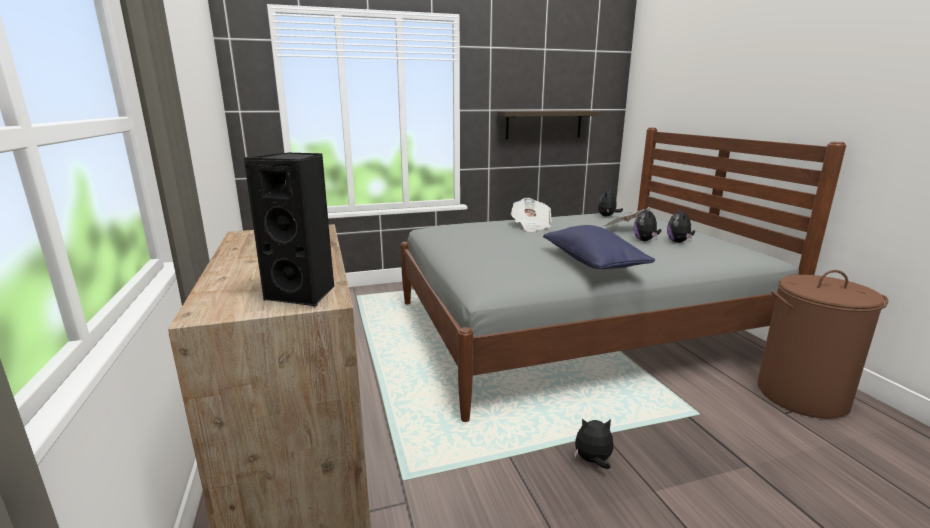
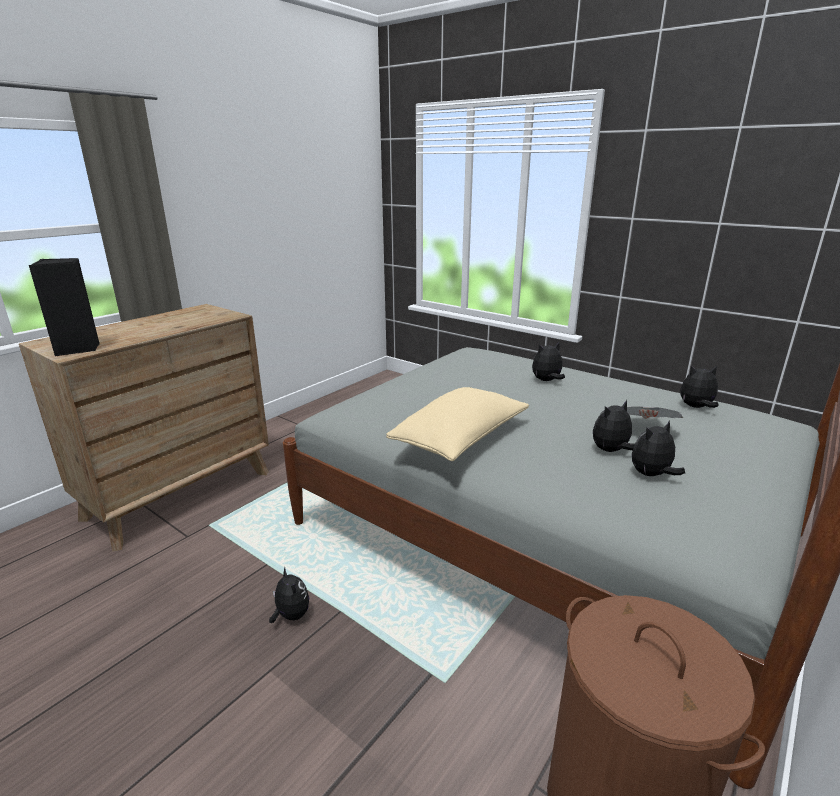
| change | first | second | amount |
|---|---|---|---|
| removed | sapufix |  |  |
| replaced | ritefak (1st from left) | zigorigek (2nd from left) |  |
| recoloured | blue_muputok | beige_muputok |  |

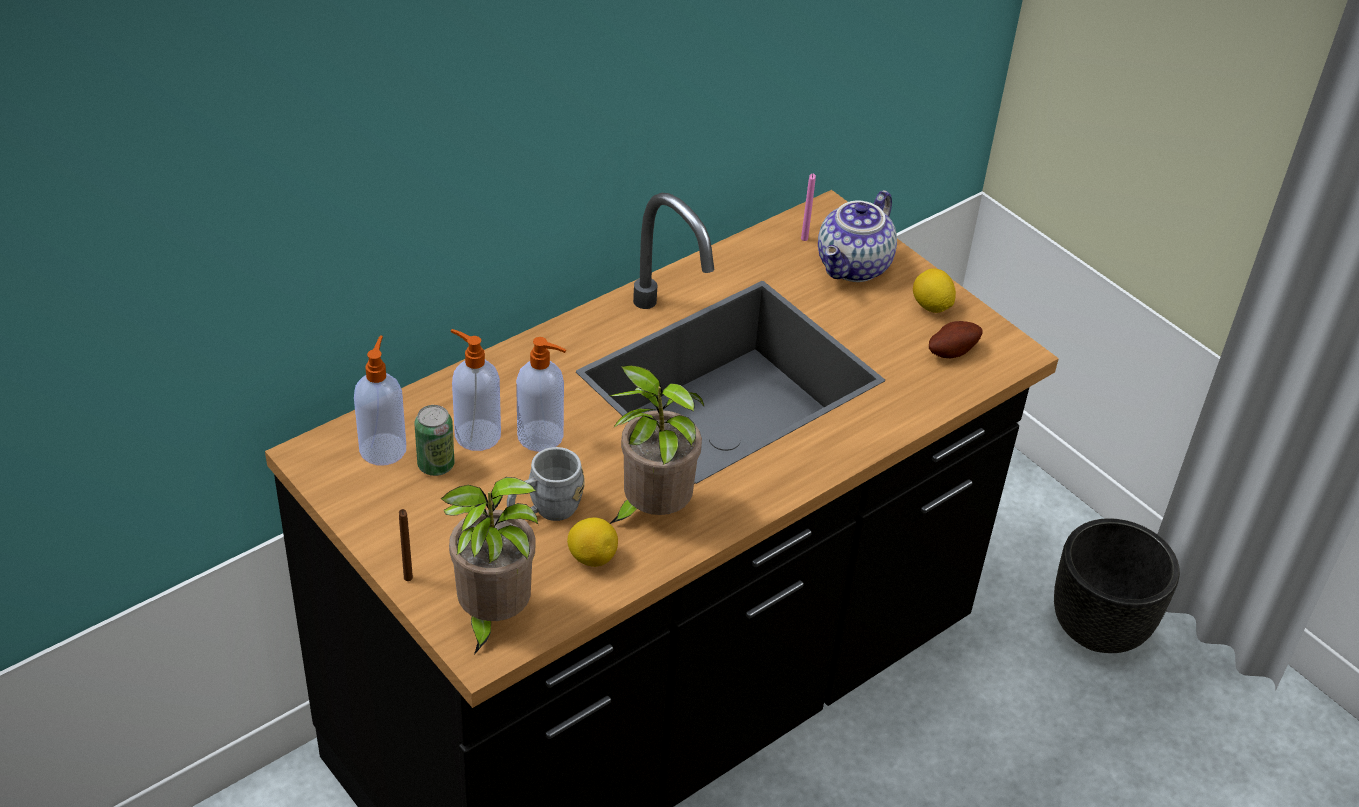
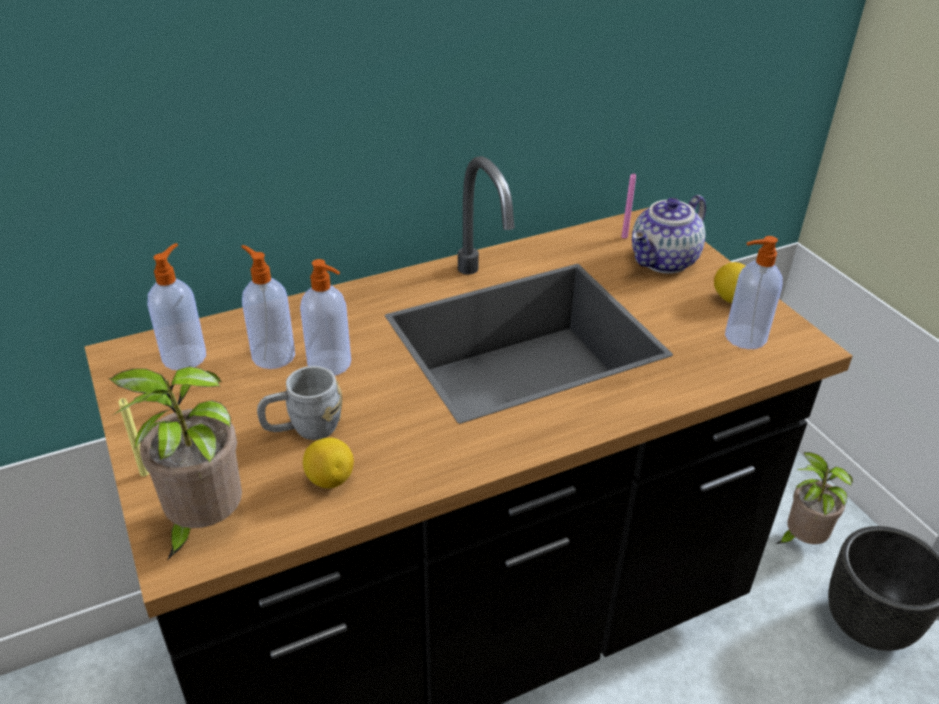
| change | first | second | amount |
|---|---|---|---|
| replaced | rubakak | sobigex (4th from left) |  |
| moved | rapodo (2nd from left) |  |  |
| removed | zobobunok |  |  |
| recoloured | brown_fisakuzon | yellow_fisakuzon |  |

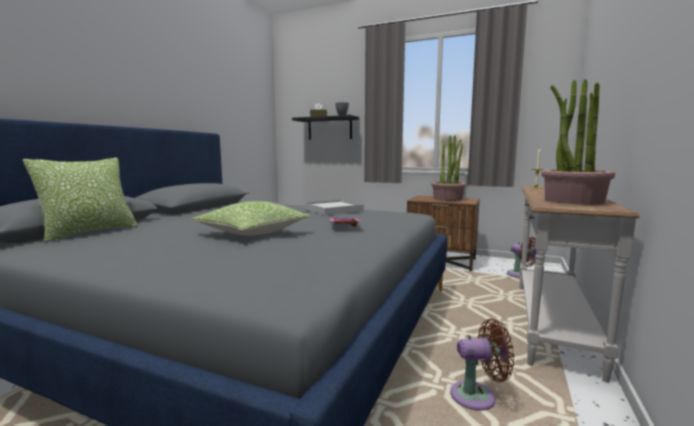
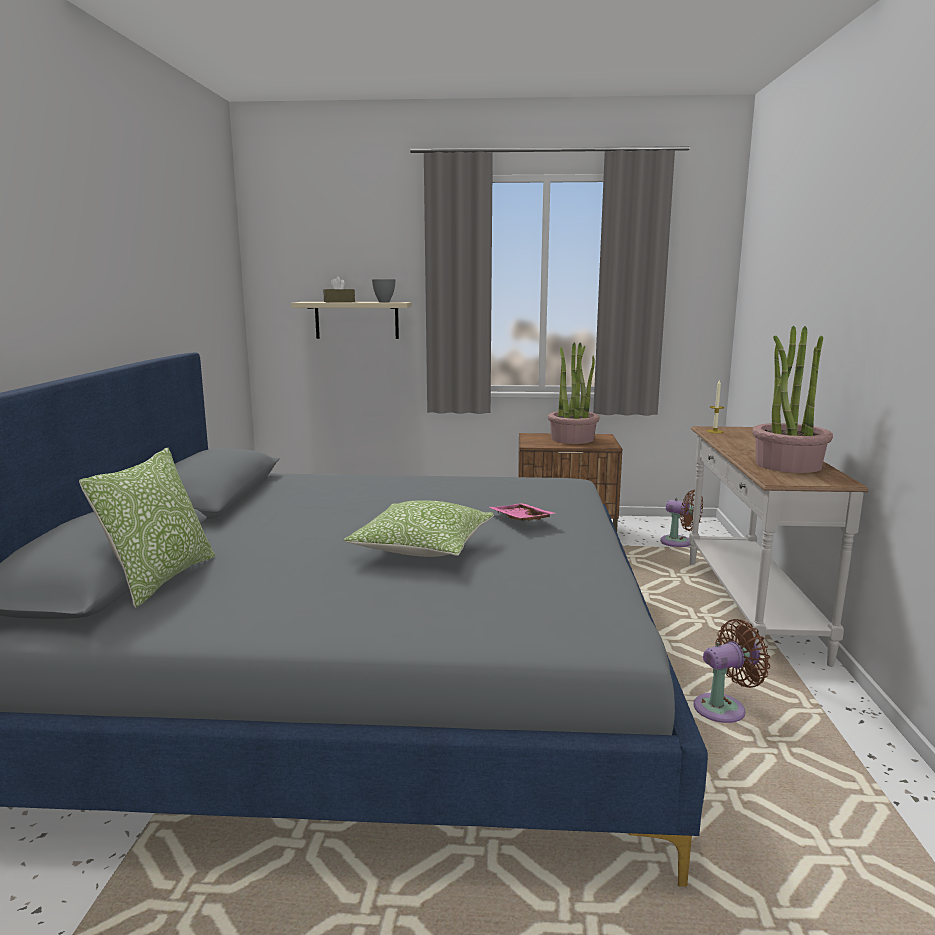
| change | first | second | amount |
|---|---|---|---|
| recoloured | black_sapufix | beige_sapufix |  |
| removed | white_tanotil |  |  |

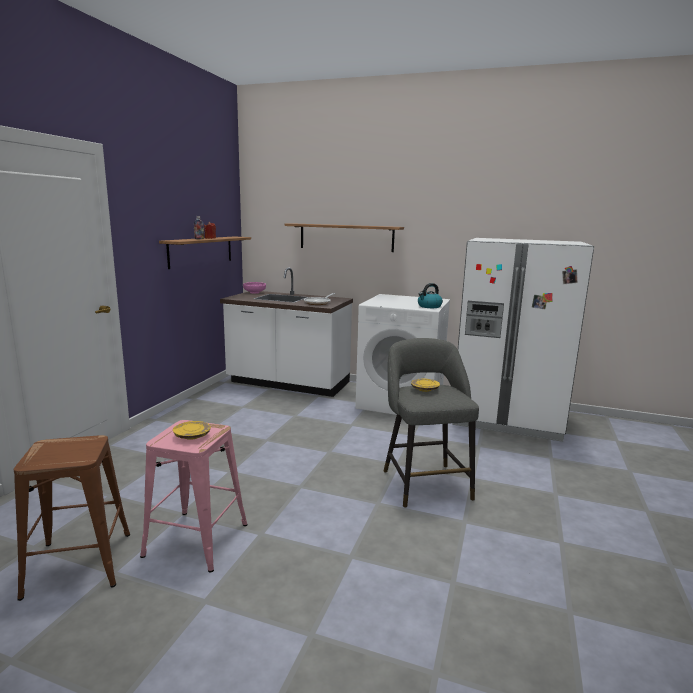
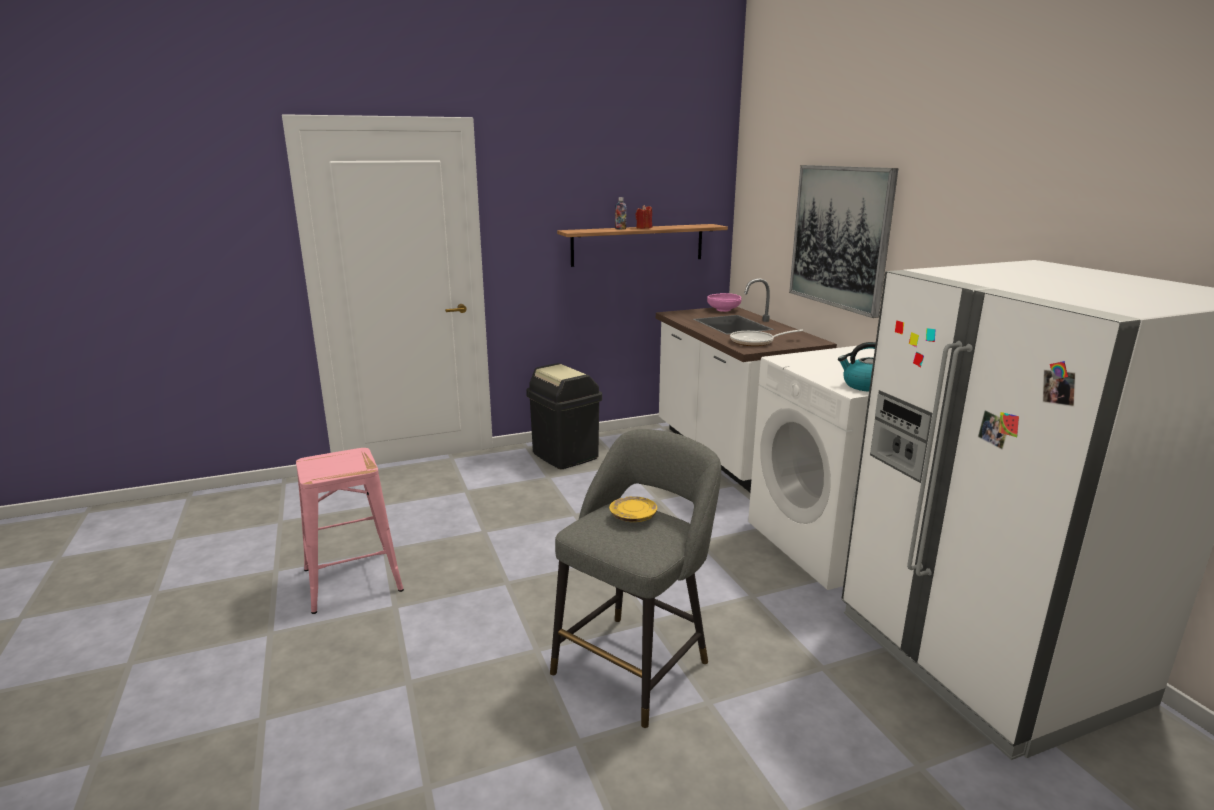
| change | first | second | amount |
|---|---|---|---|
| replaced | sapufix (2nd from left) | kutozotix |  |
| removed | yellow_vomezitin (1st from left) |  |  |
| removed | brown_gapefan |  |  |
| added |  | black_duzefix |  |

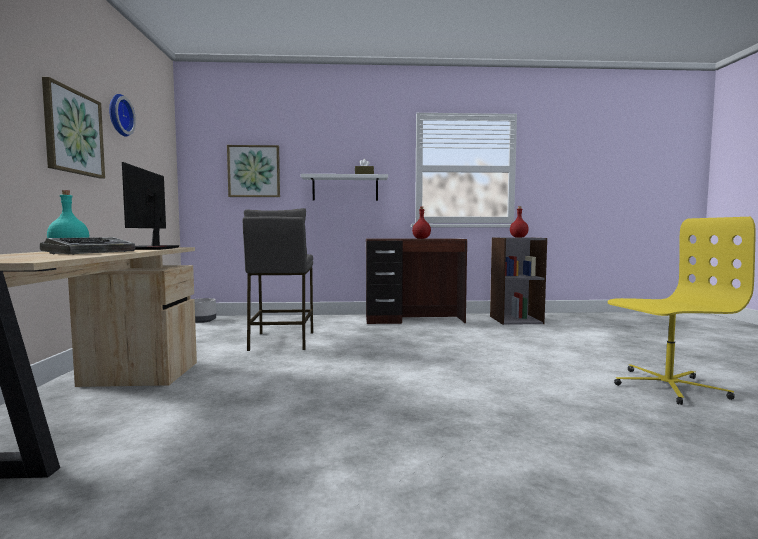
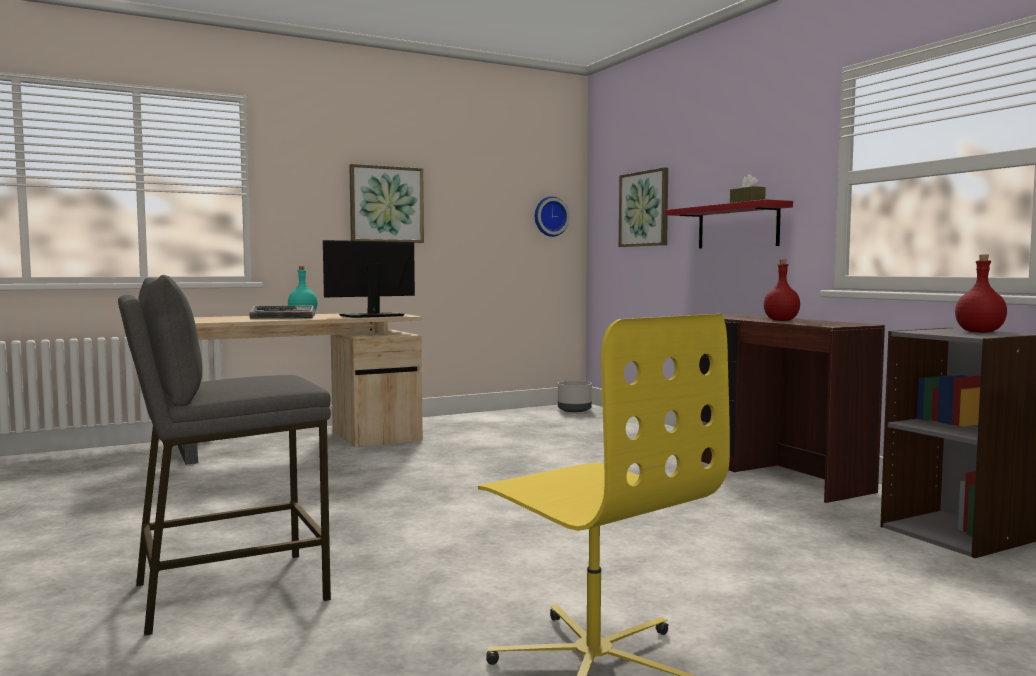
| change | first | second | amount |
|---|---|---|---|
| moved | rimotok |  |  |
| recoloured | white_sapufix | red_sapufix |  |
| moved | grey_gapefan |  |  |

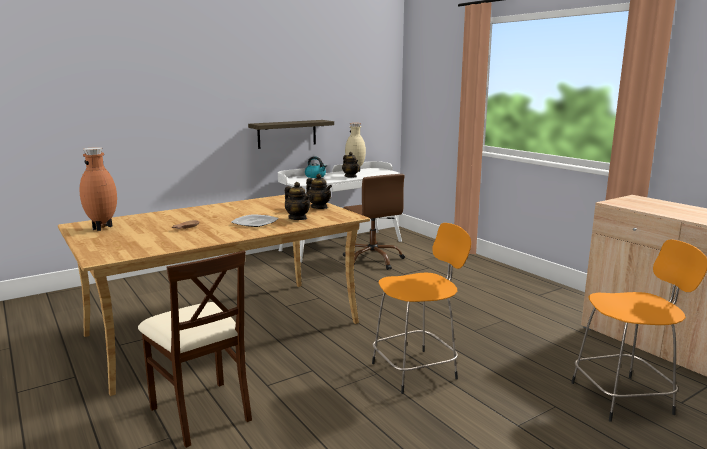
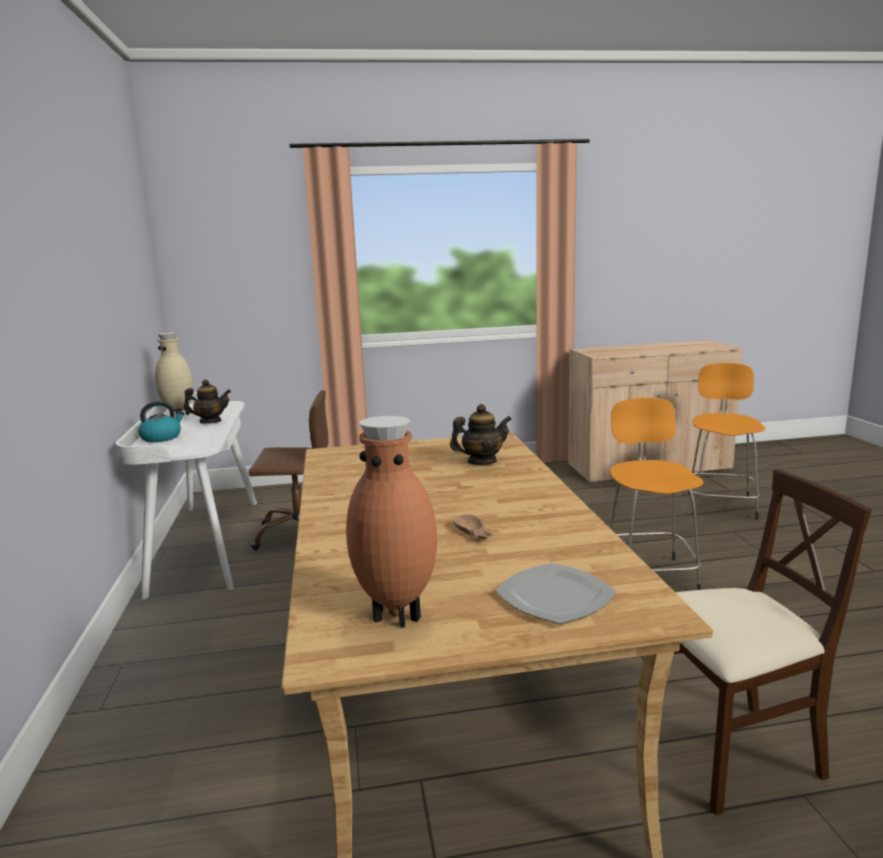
| change | first | second | amount |
|---|---|---|---|
| removed | sapufix |  |  |
| removed | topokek (2nd from left) |  |  |
| moved | vomezitin |  |  |

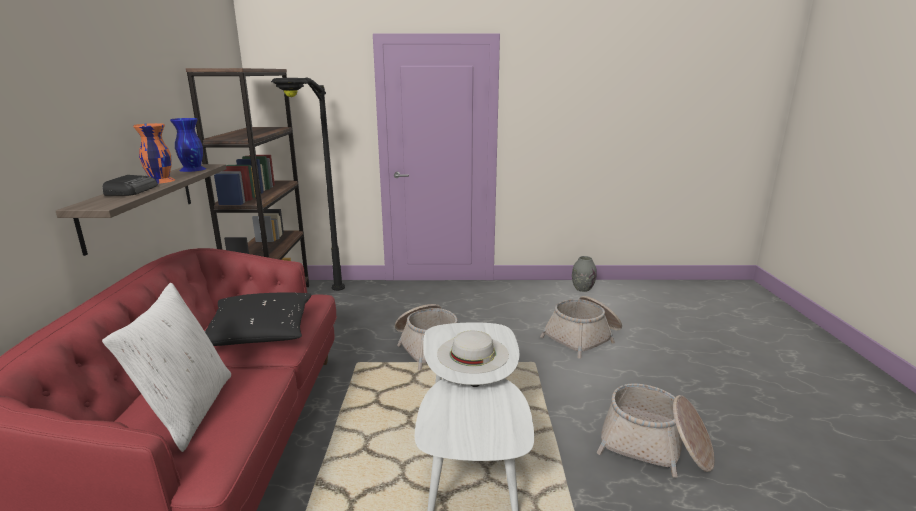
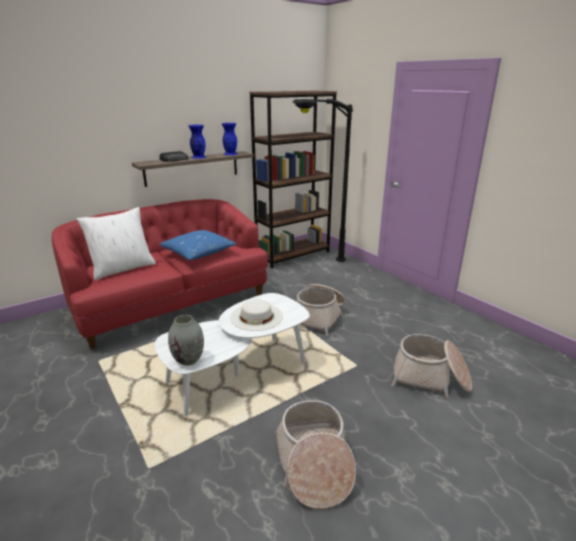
| change | first | second | amount |
|---|---|---|---|
| recoloured | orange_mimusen | blue_mimusen (1st from left) |  |
| moved | grey_mimusen |  |  |
| recoloured | black_muputok | blue_muputok |  |

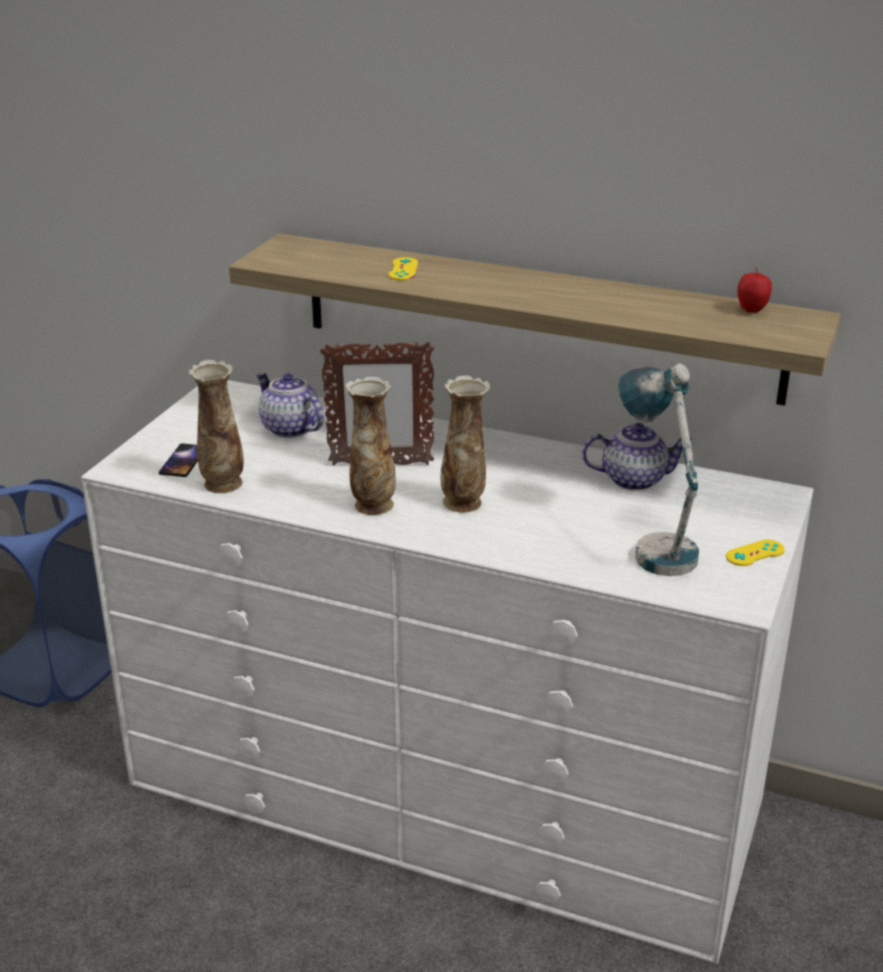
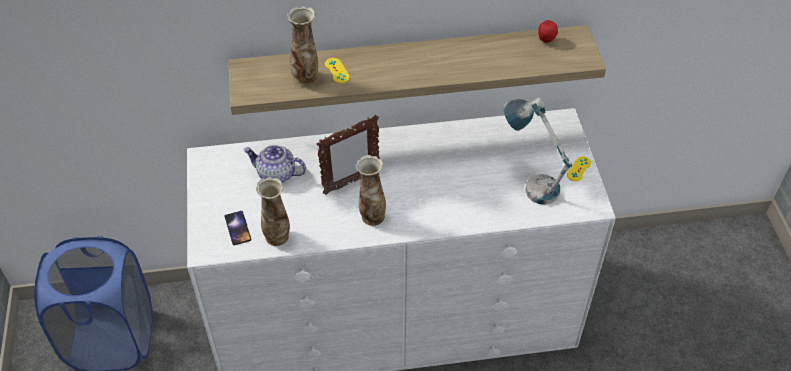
| change | first | second | amount |
|---|---|---|---|
| moved | mimusen (3rd from left in the first image) | mimusen (2nd from left) |  |
| removed | topokek (2nd from left) |  |  |

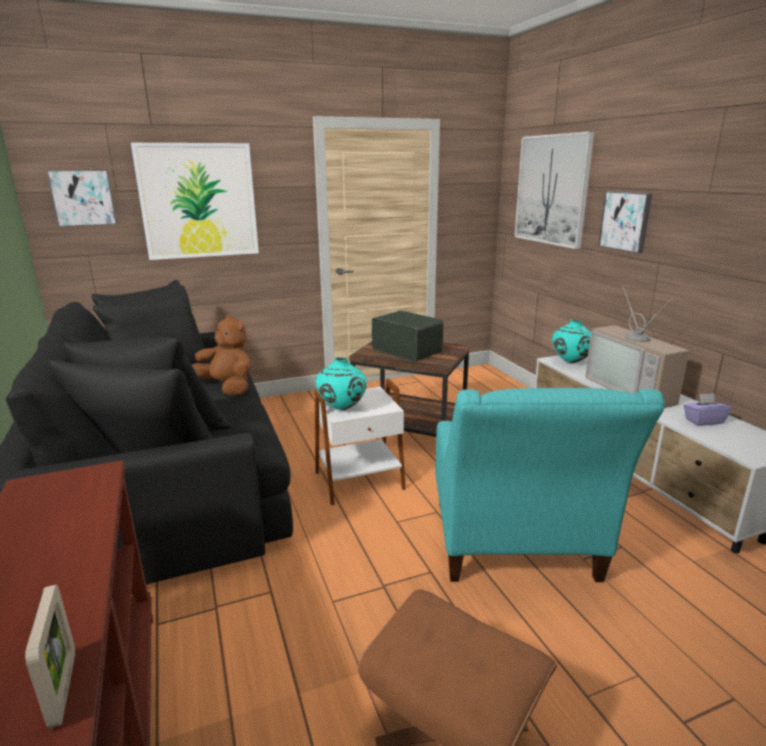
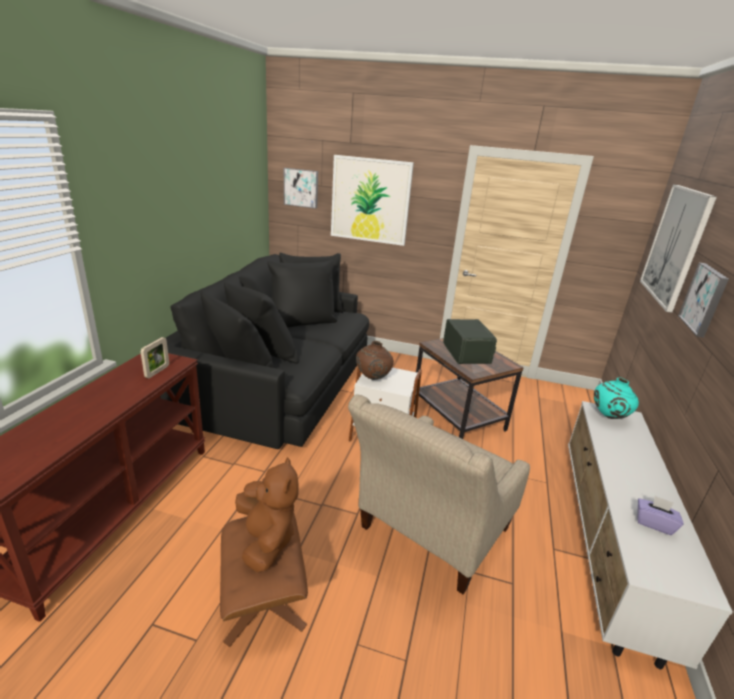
| change | first | second | amount |
|---|---|---|---|
| removed | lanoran |  |  |
| moved | brown_zigorigek |  |  |
| recoloured | turquoise_mimusen (1st from left) | brown_mimusen |  |
| recoloured | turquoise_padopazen | beige_padopazen |  |
| moved | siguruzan |  |  |

